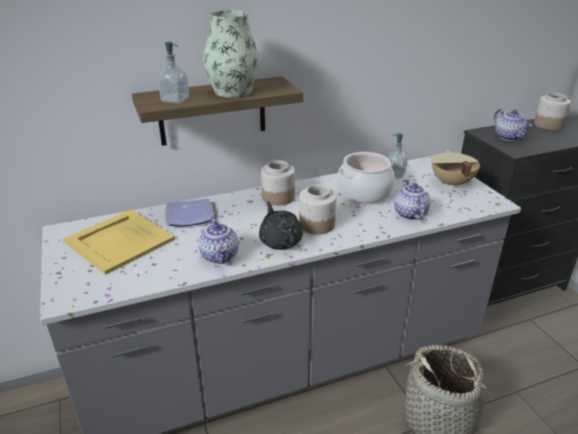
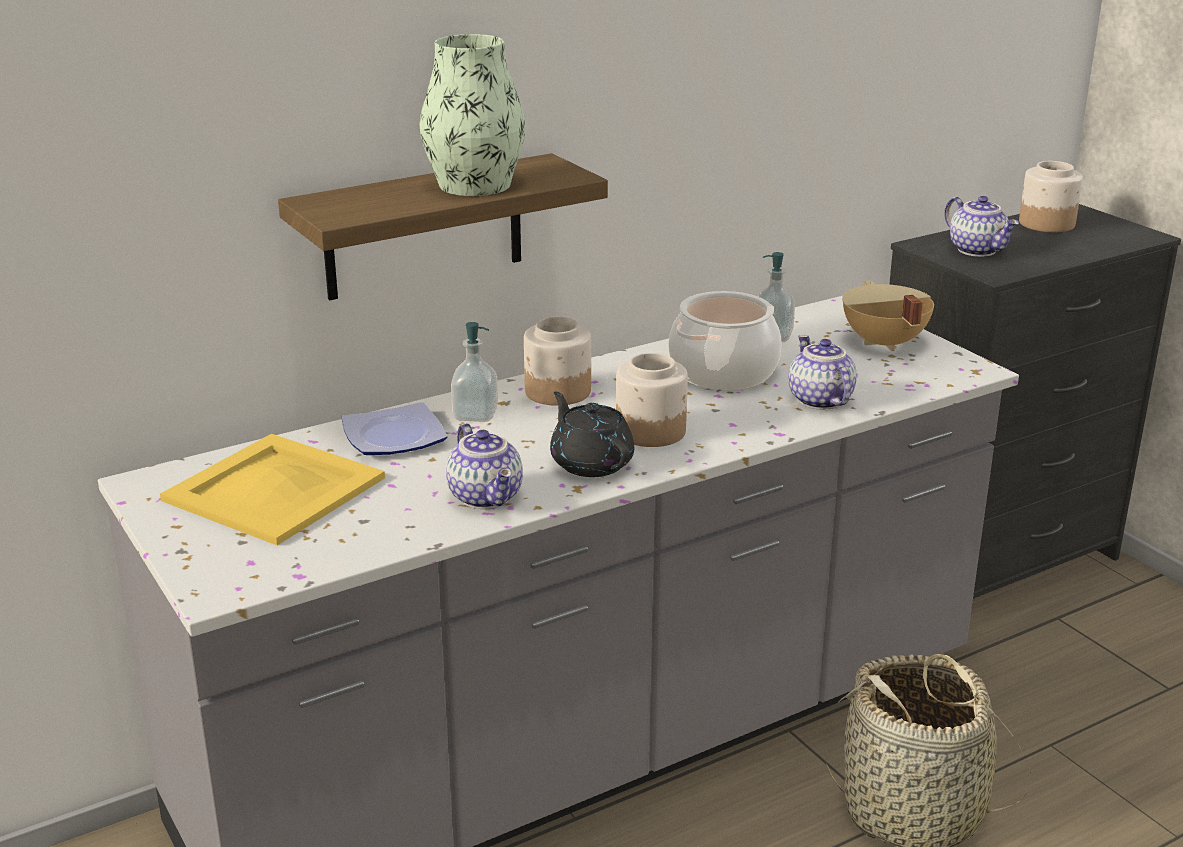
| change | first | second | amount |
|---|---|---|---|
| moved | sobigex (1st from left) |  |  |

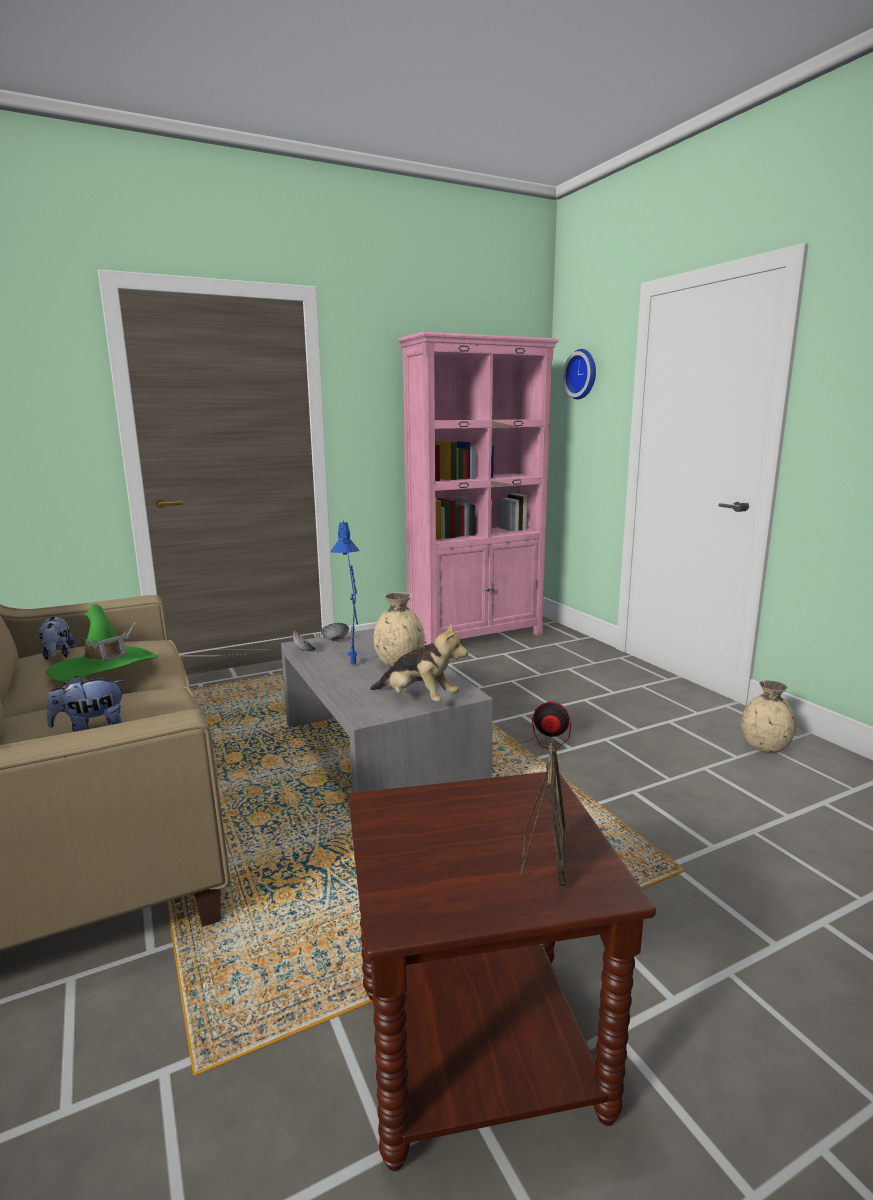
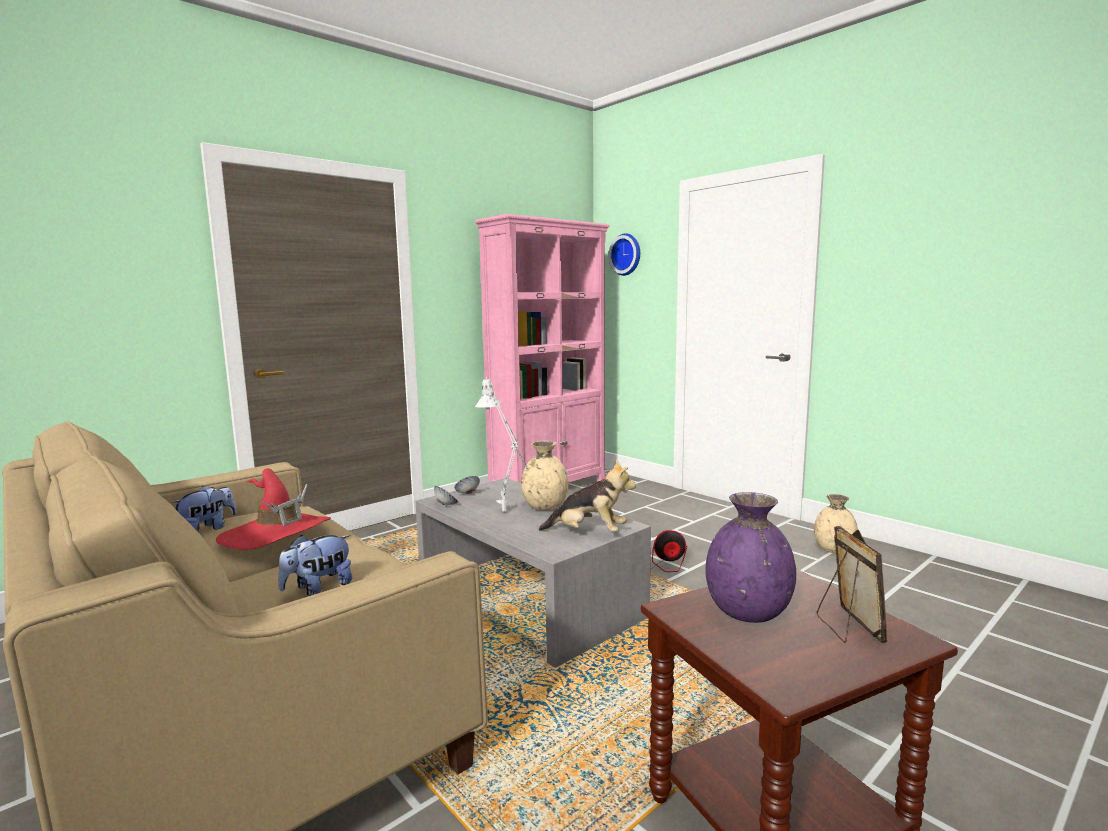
| change | first | second | amount |
|---|---|---|---|
| recoloured | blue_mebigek | grey_mebigek |  |
| recoloured | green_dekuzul | red_dekuzul |  |
| turned | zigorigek (1st from left) |  | 105 degrees counterclockwise |
| added |  | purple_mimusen |  |

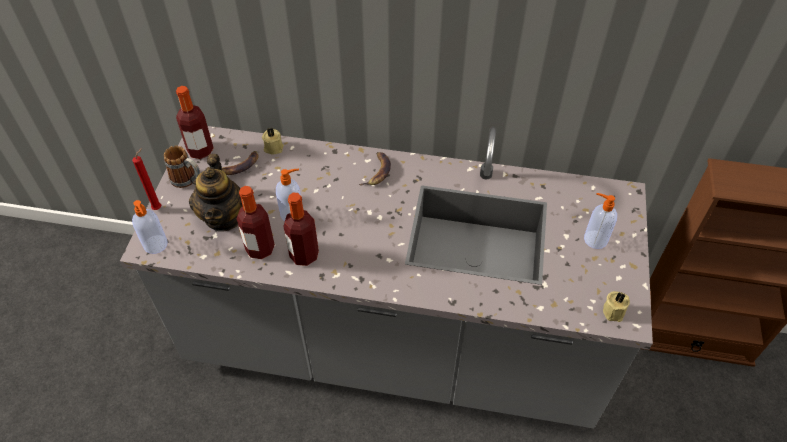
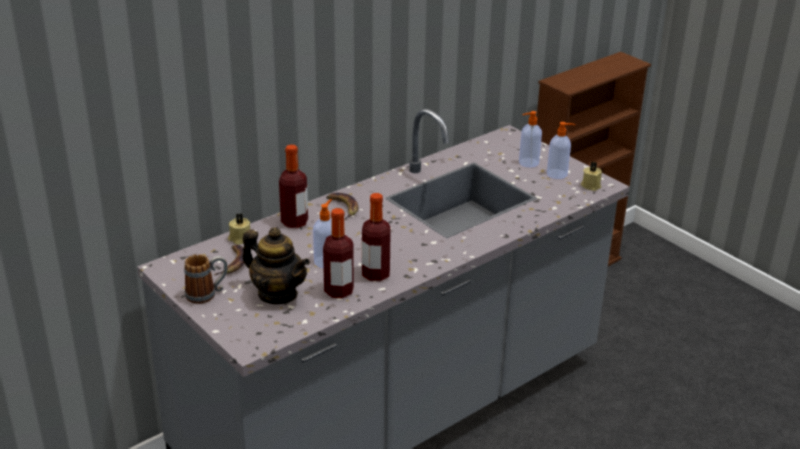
| change | first | second | amount |
|---|---|---|---|
| moved | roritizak (1st from left) |  |  |
| removed | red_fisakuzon |  |  |
| moved | sobigex (1st from left in the first image) | sobigex (3rd from left) |  |

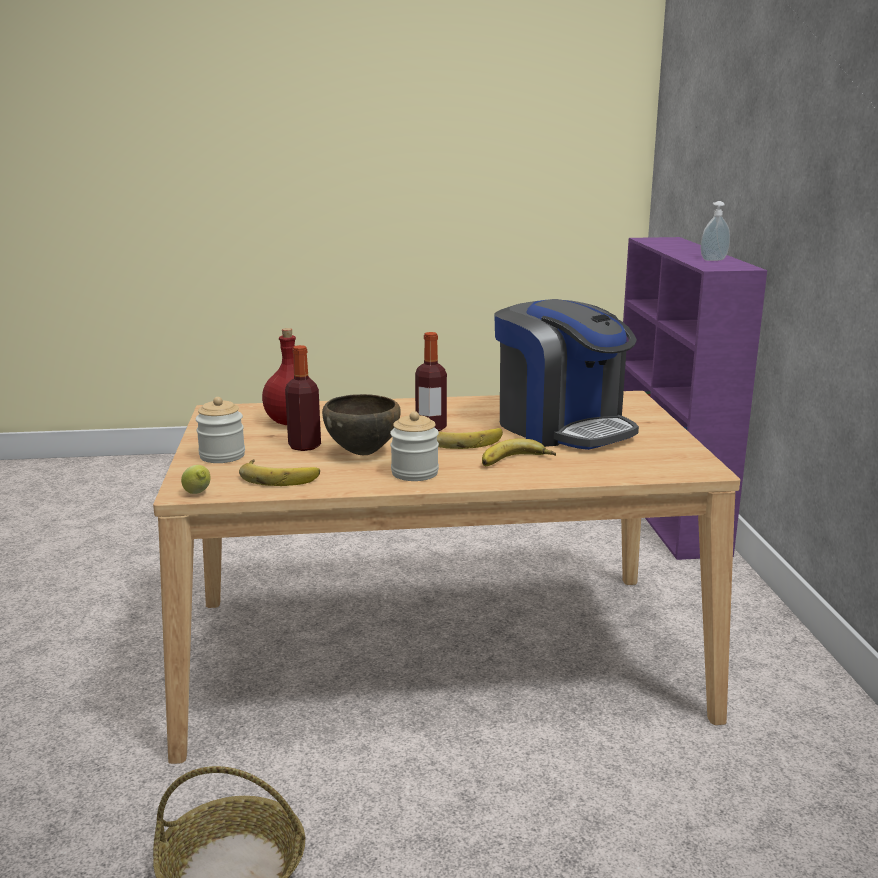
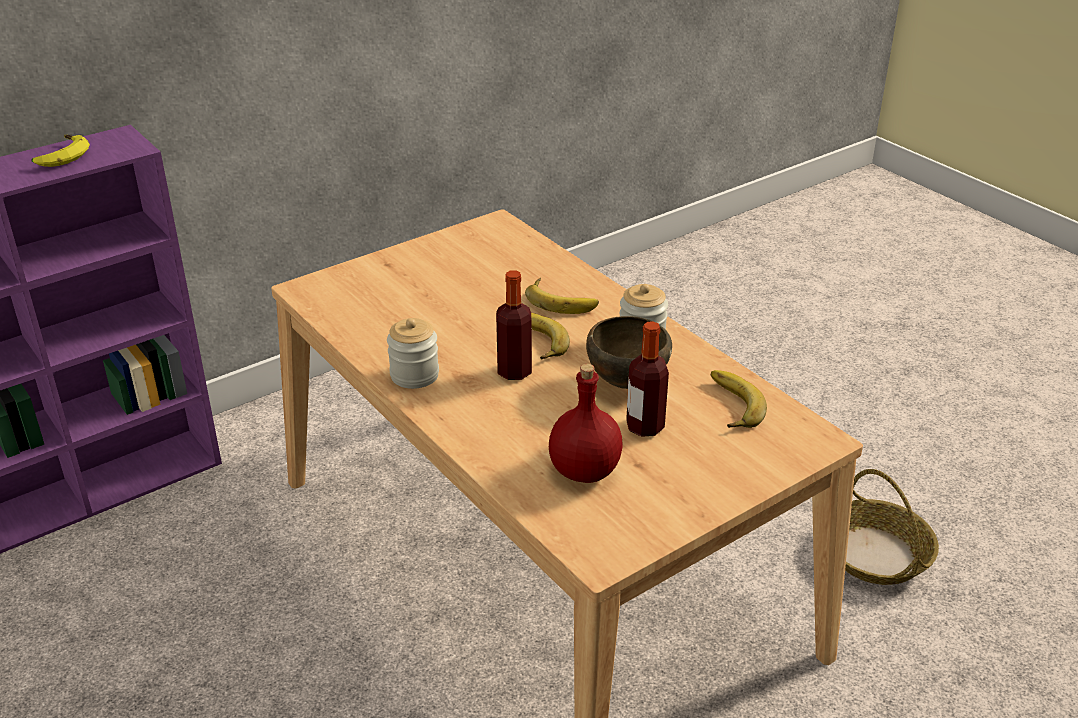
| change | first | second | amount |
|---|---|---|---|
| replaced | sobigex | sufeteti (1st from left) |  |
| removed | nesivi |  |  |
| moved | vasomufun (1st from left) |  |  |
| removed | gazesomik |  |  |

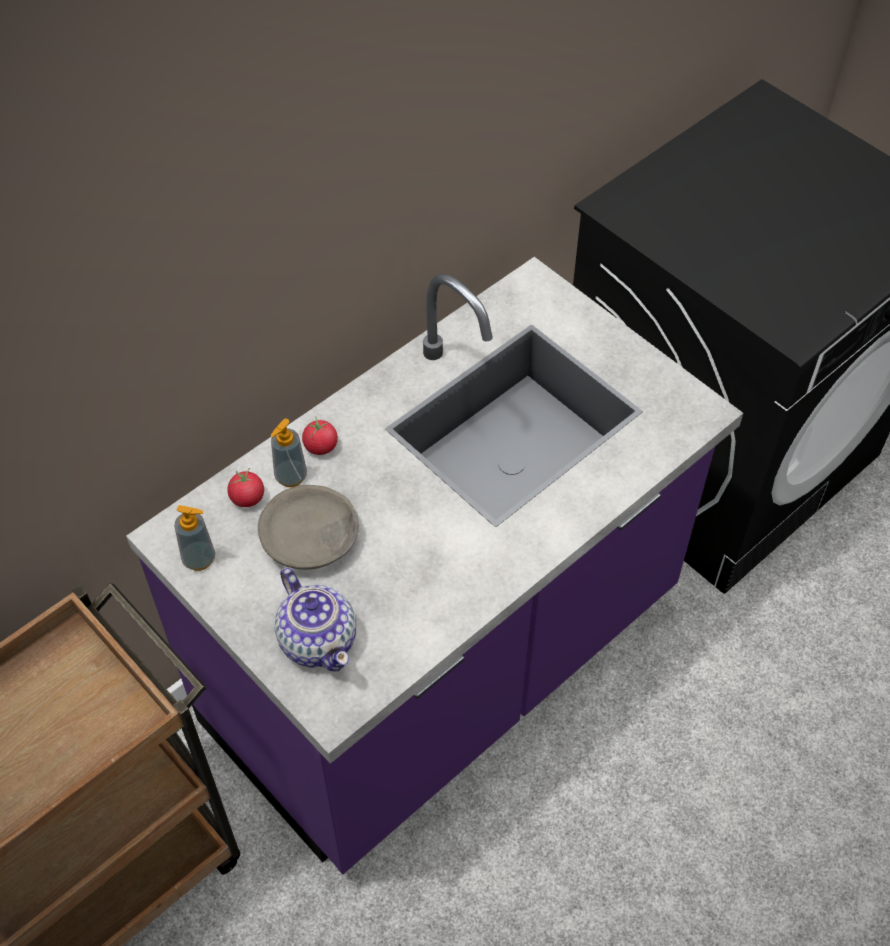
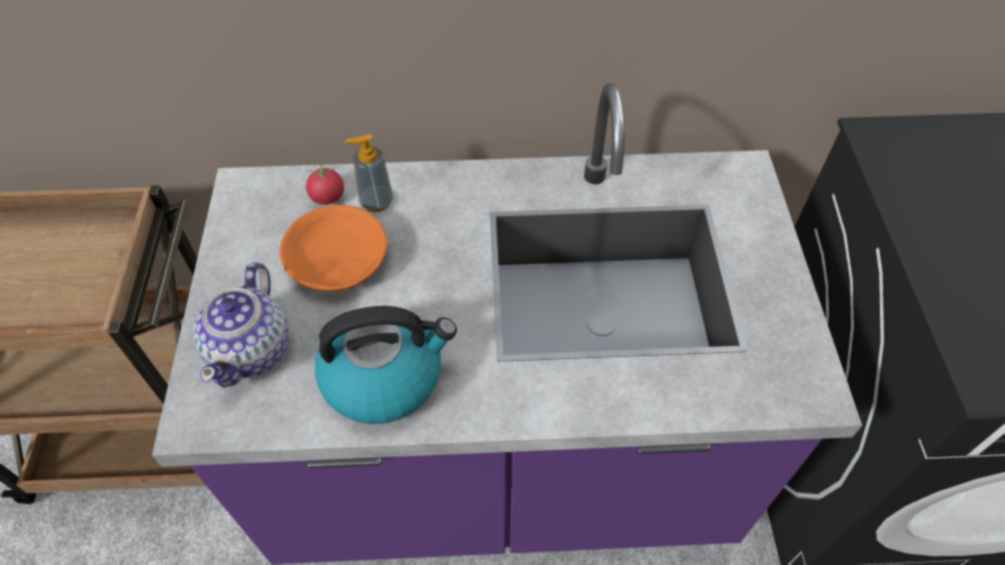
| change | first | second | amount |
|---|---|---|---|
| removed | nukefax (2nd from left) |  |  |
| recoloured | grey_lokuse | orange_lokuse |  |
| removed | sobigex (1st from left) |  |  |
| added |  | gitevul |  |

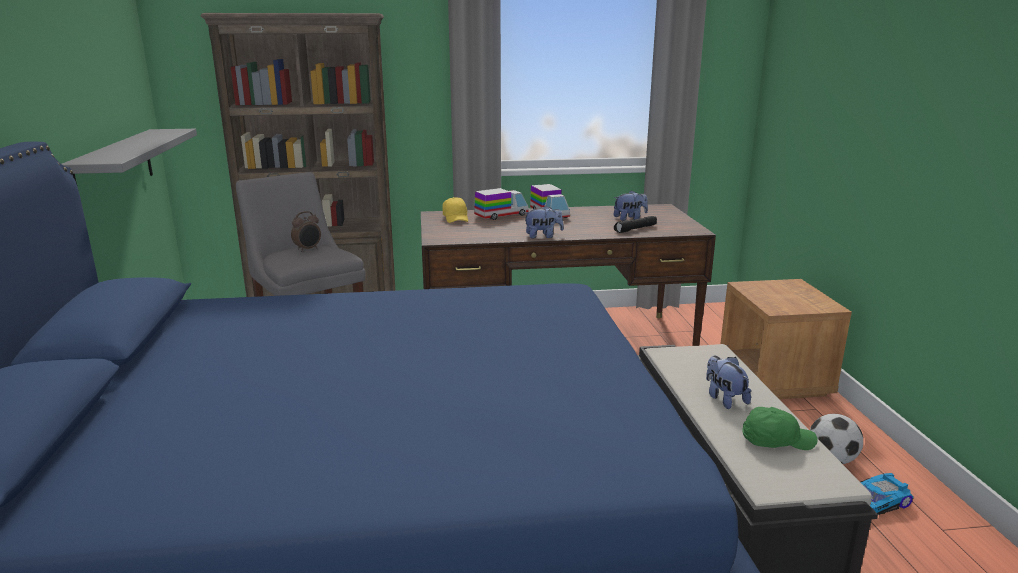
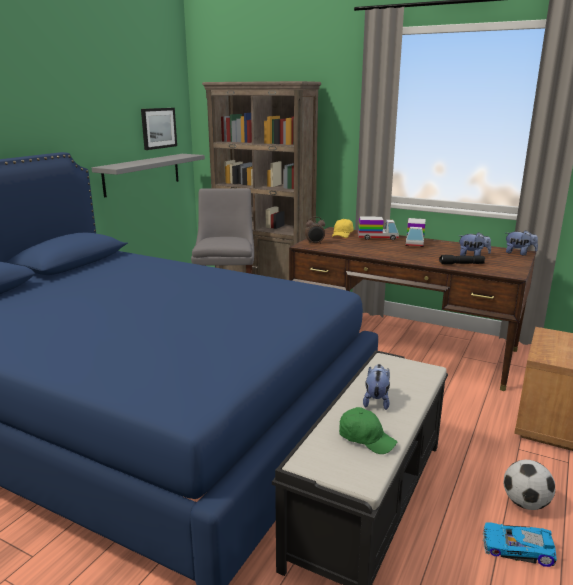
| change | first | second | amount |
|---|---|---|---|
| moved | zigorigek (1st from left in the first image) | zigorigek (3rd from left) |  |
| moved | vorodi |  |  |
| added |  | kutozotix |  |

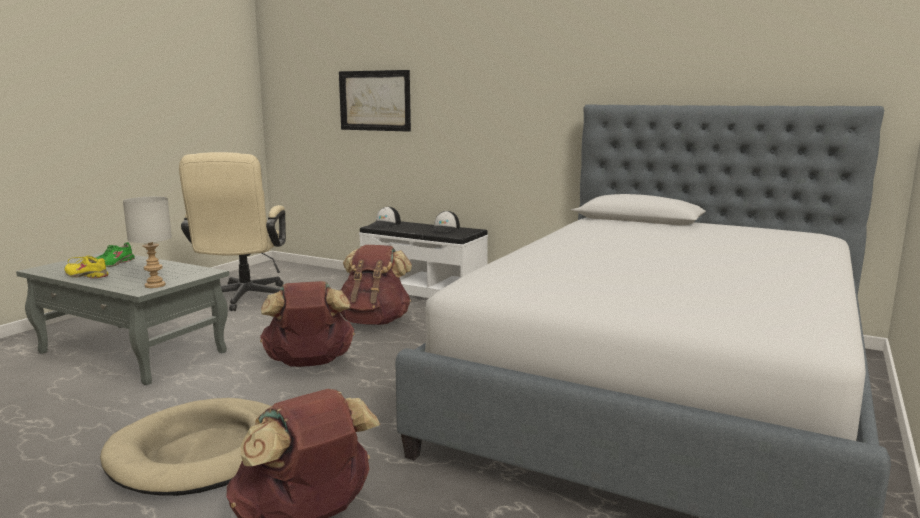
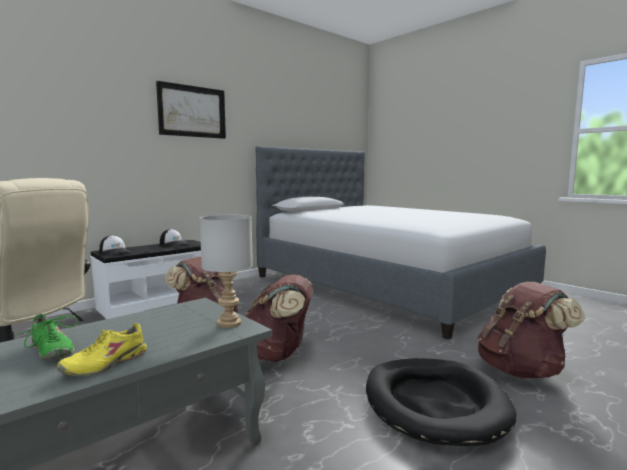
| change | first | second | amount |
|---|---|---|---|
| moved | kutozotix |  |  |
| recoloured | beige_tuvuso | black_tuvuso |  |

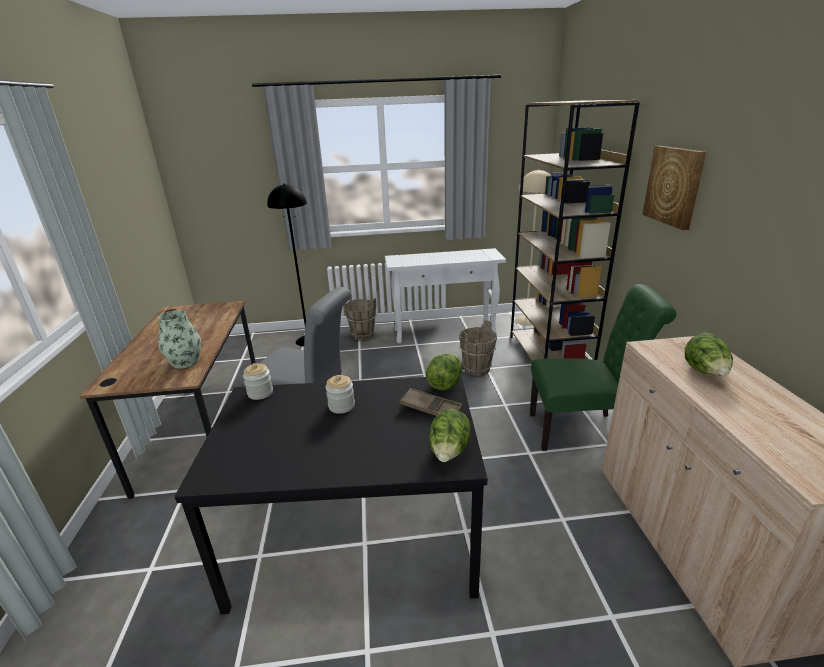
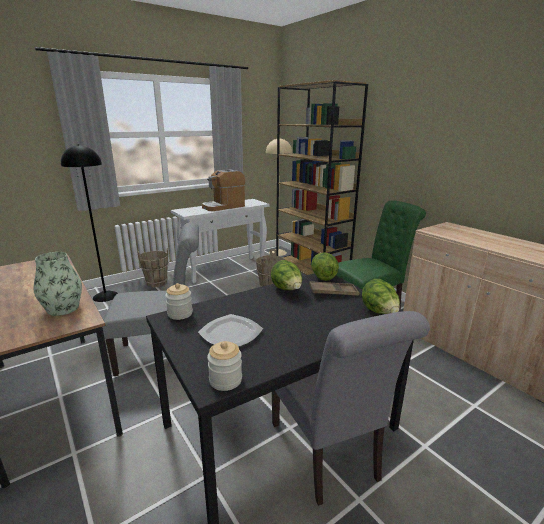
| change | first | second | amount |
|---|---|---|---|
| removed | kutozotix |  |  |
| moved | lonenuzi (3rd from left in the first image) | lonenuzi (1st from left) |  |
| moved | vasomufun (2nd from left) |  |  |
| added |  | nesivi |  |
| added |  | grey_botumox (2nd from left) |  |
| added |  | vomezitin |  |

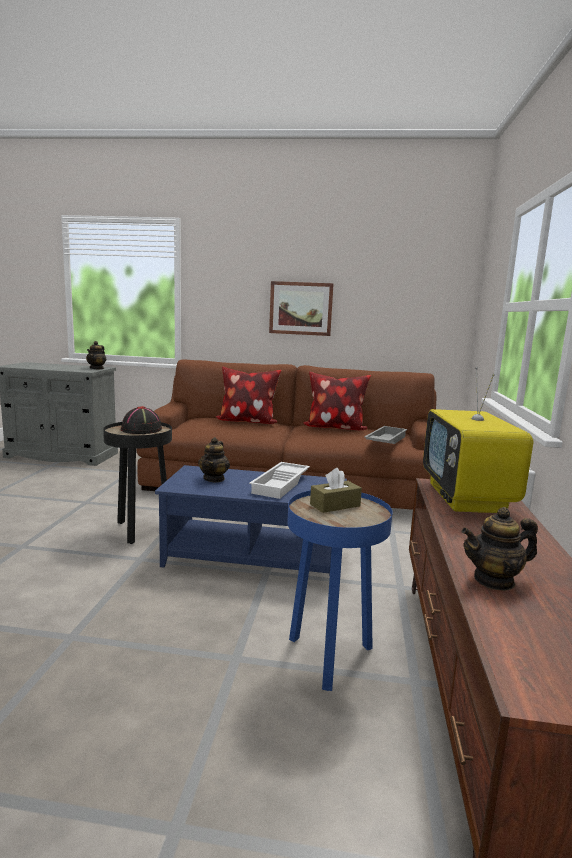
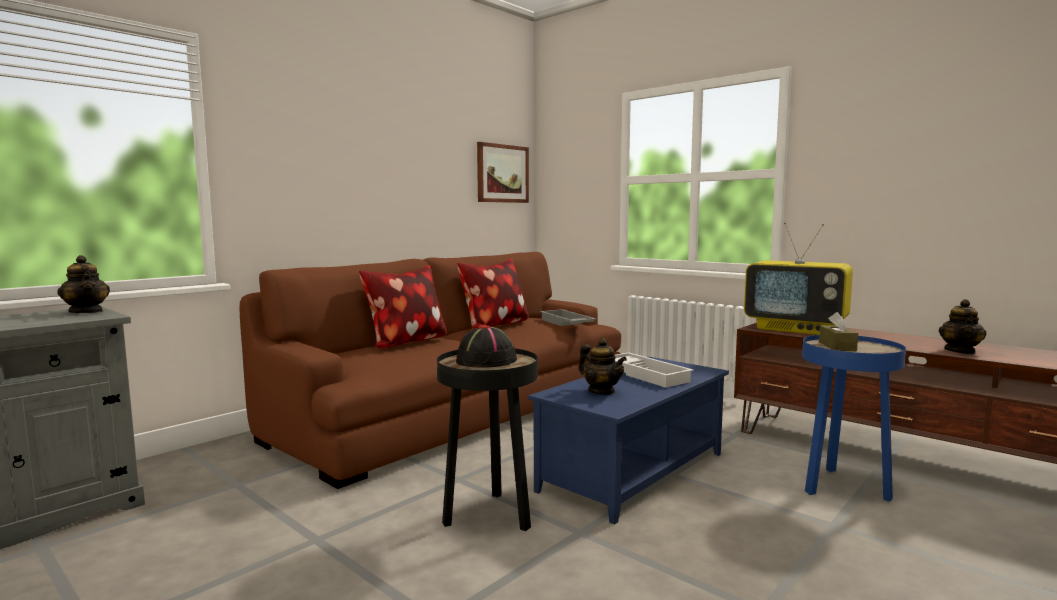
| change | first | second | amount |
|---|---|---|---|
| moved | kutozotix |  |  |

